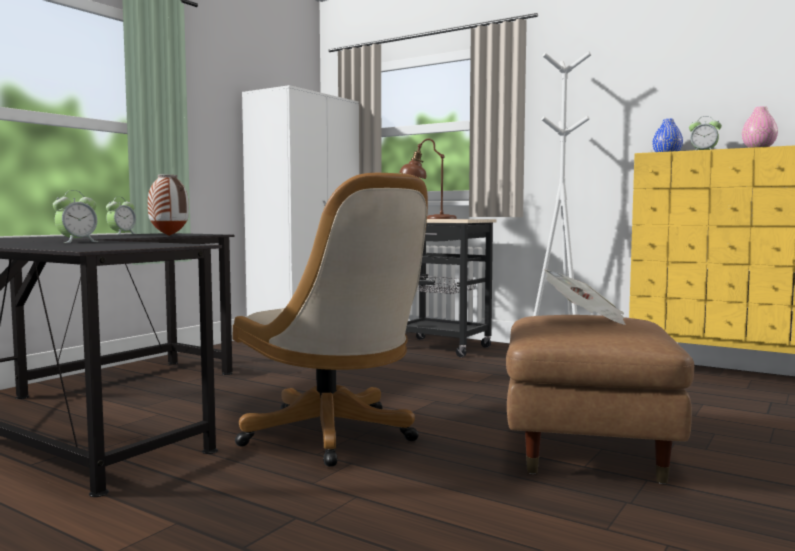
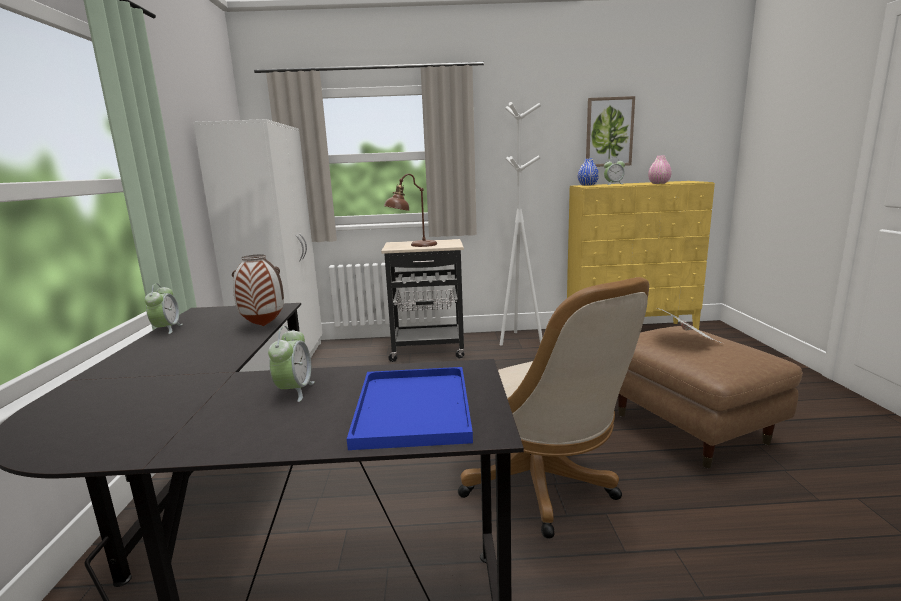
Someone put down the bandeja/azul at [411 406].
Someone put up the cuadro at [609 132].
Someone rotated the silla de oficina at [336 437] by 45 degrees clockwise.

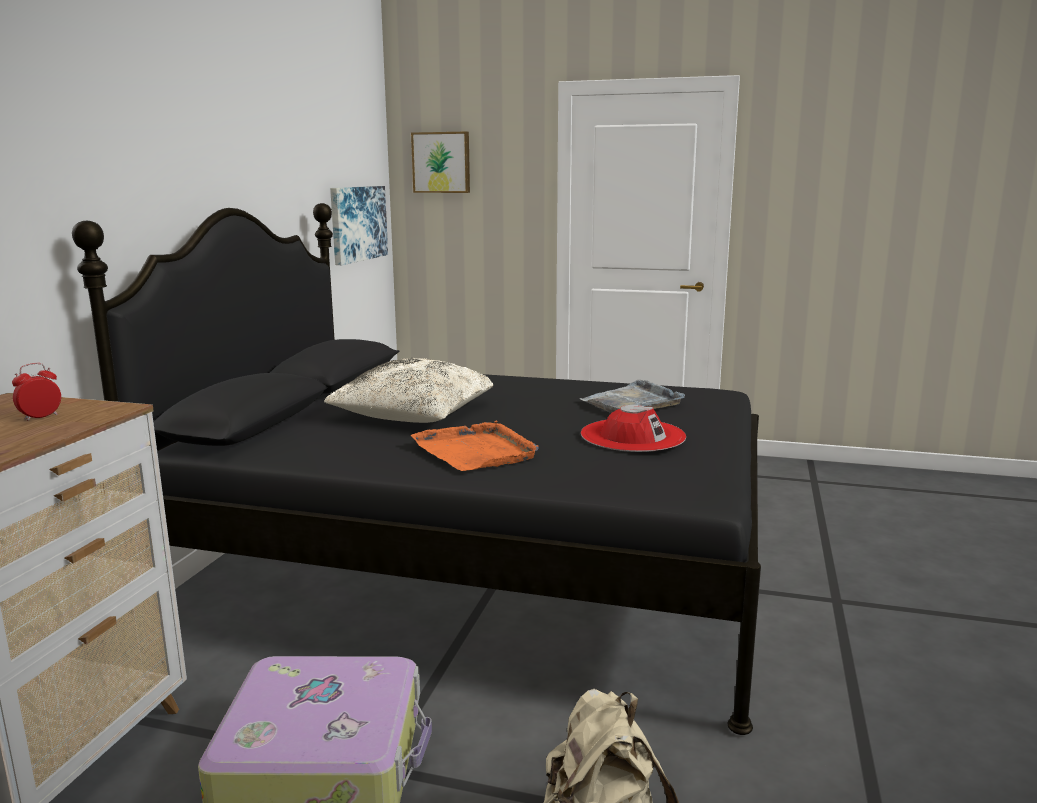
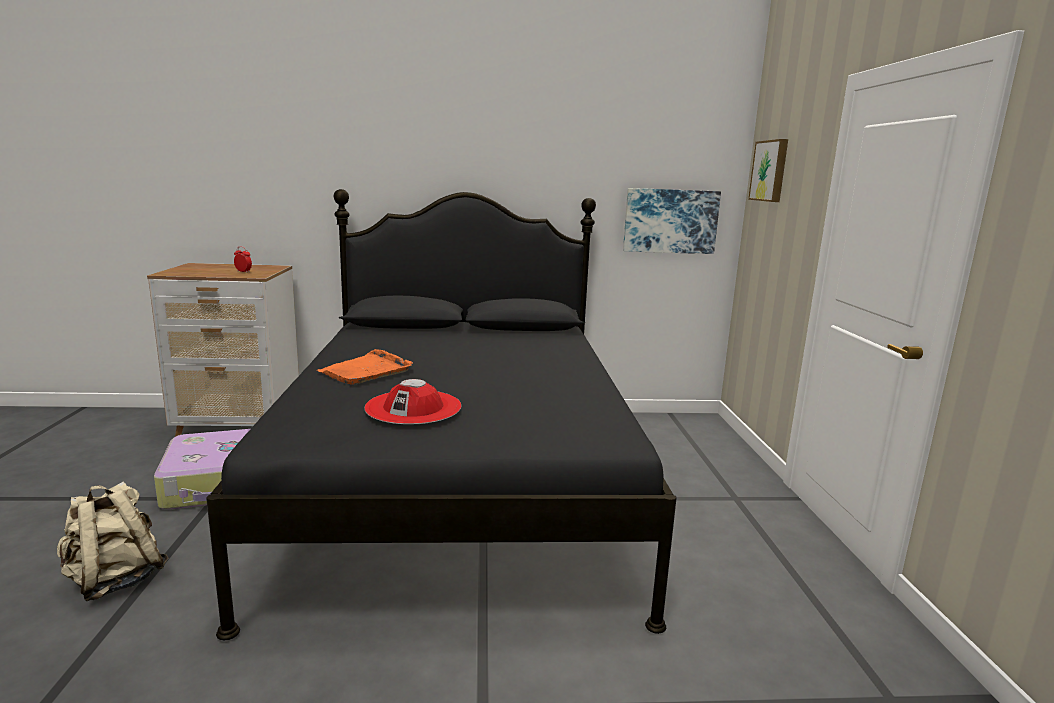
Someone took away the cojín/beis at [414 412].
Someone took away the bandeja/gris at [632 402].

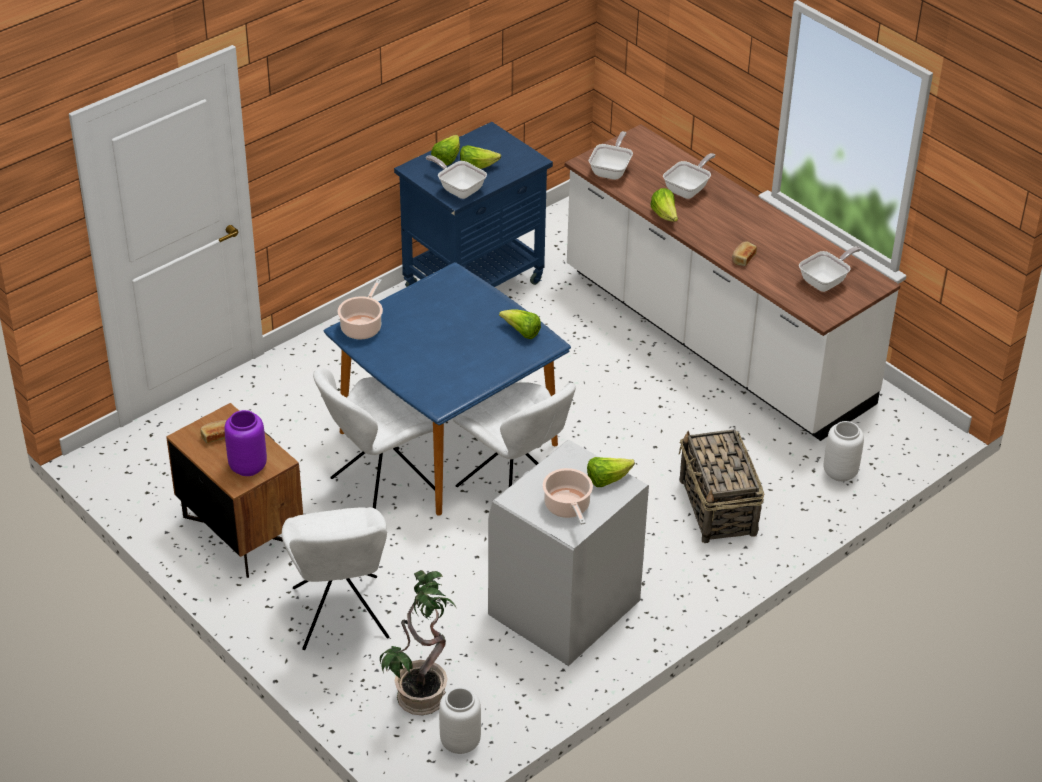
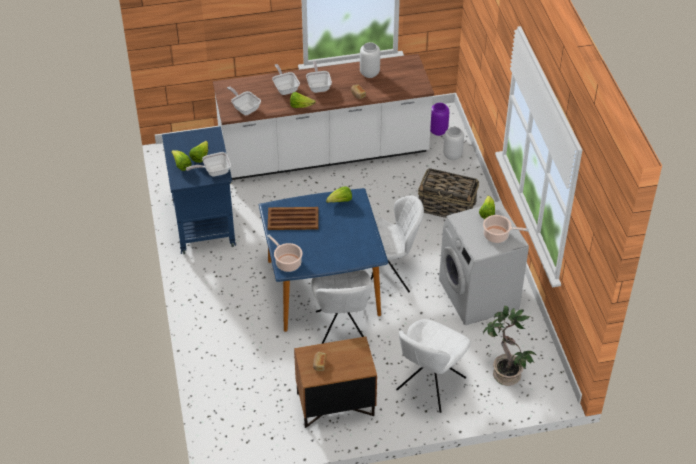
Someone put down the bandeja/marrón at [292 219].
Someone carried the florero/morado from [248 467] to [438 131].
Someone carried the florero/blanco from [459 742] to [369 73].
Someone carried the sartén from [826 281] to [318 86].
Someone rotated the silla/blanco at [340 616] by 105 degrees clockwise.

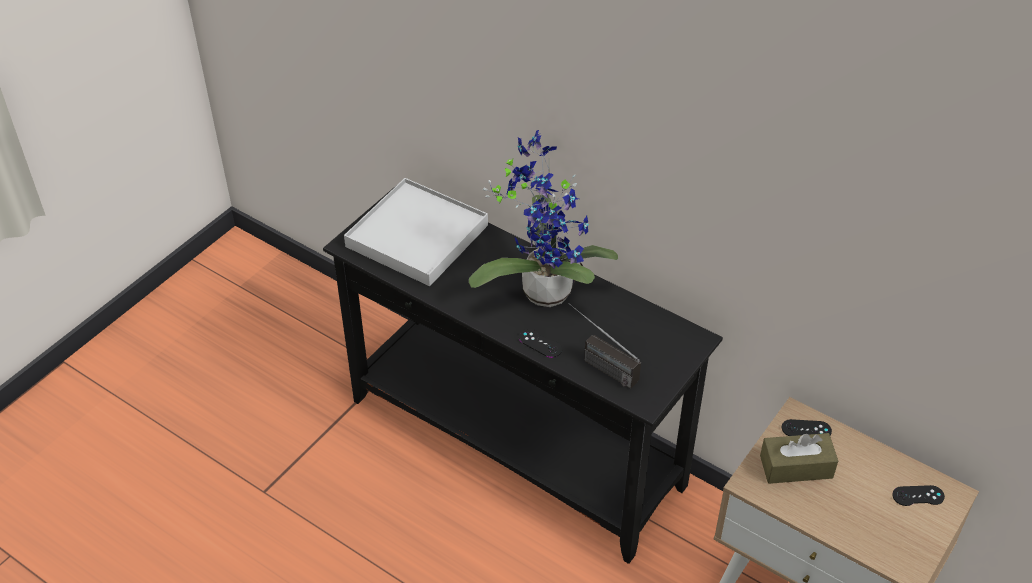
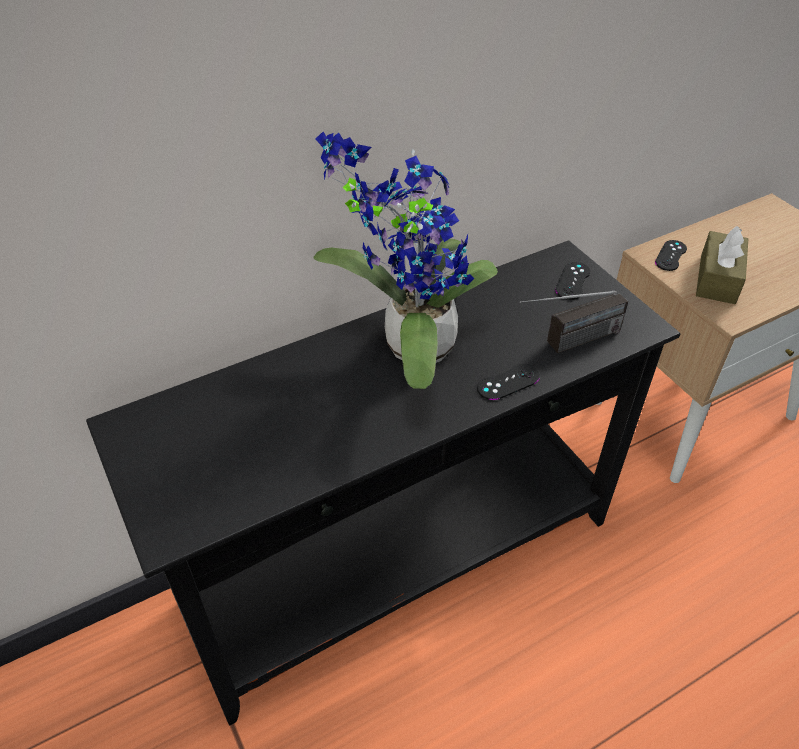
Someone took away the bandeja/blanco at [417 236].
Someone carried the mando de consola/negro from [918 496] to [573 281].

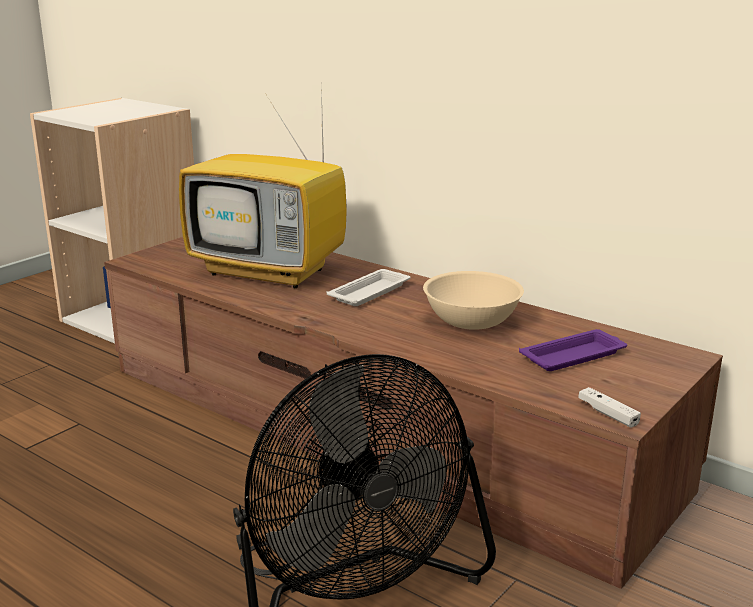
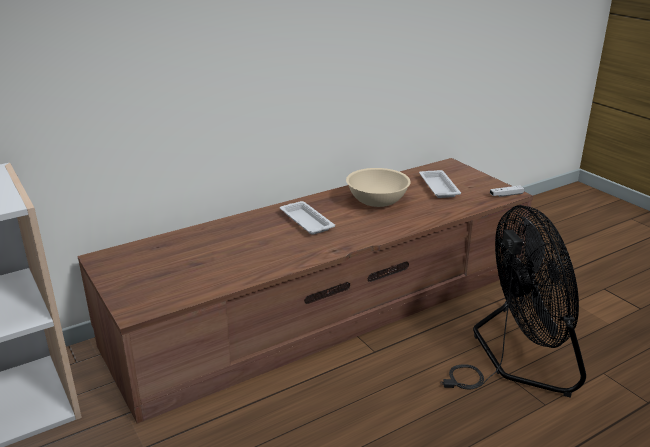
Someone took away the televisor at [271 271].
Someone repainted the bandeja/morado at [574 356], which became the bandeja/blanco at [438 187].

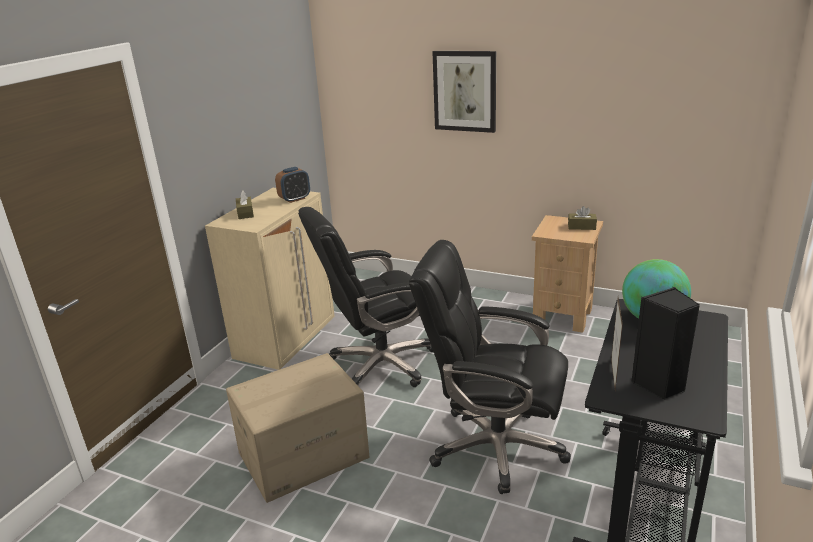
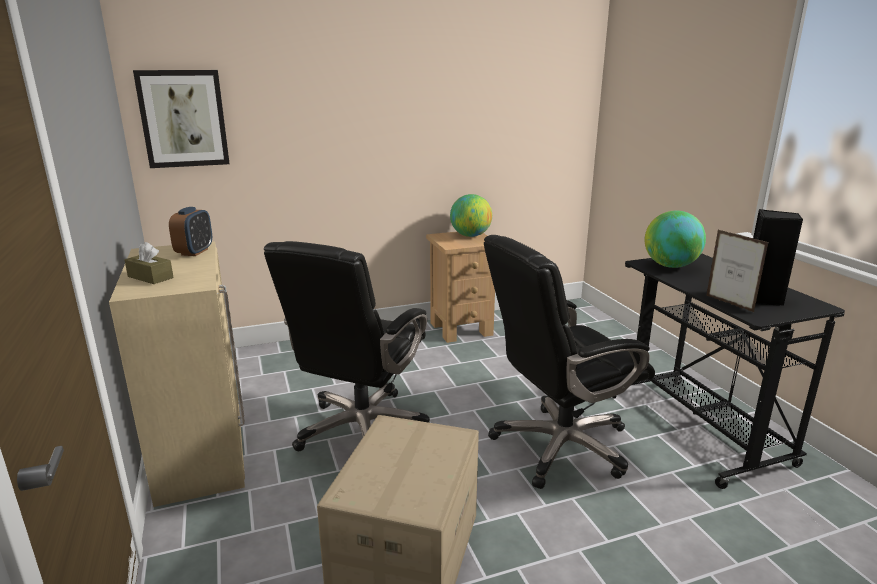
Someone carried the cuadro from [465 91] to [183 119].
Someone swapped the caja de pañuelos/marrón at [581 227] for the globo terráqueo at [470 235].

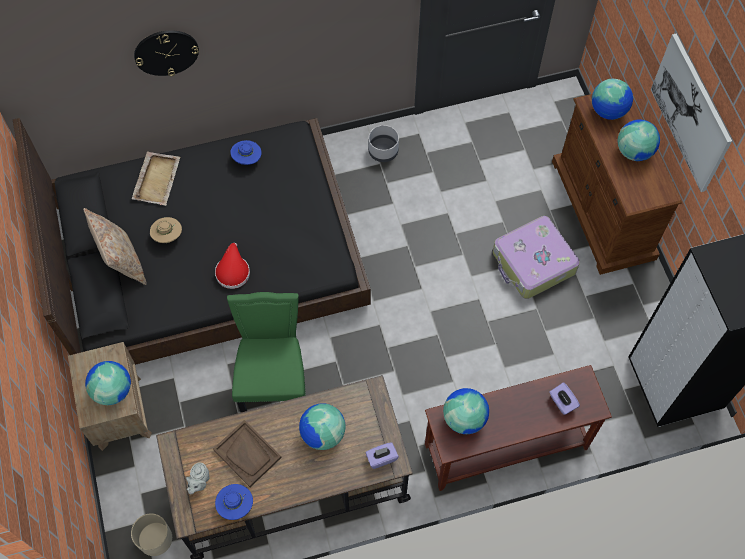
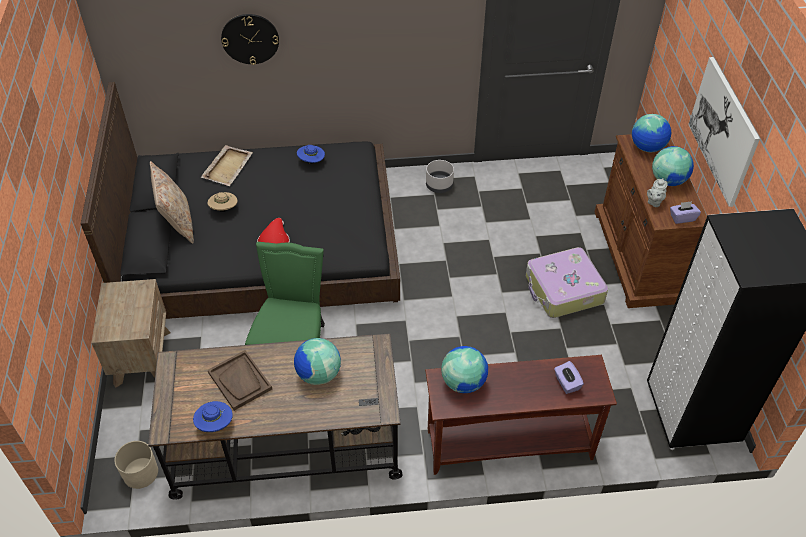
Someone took away the globo terráqueo at [112 390].
Someone carried the tetera/gris from [199 482] to [654 202].
Someone carried the caja de pañuelos/morado from [381 458] to [682 218].

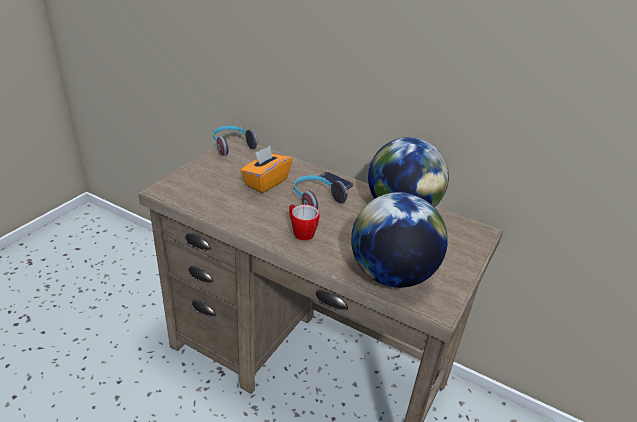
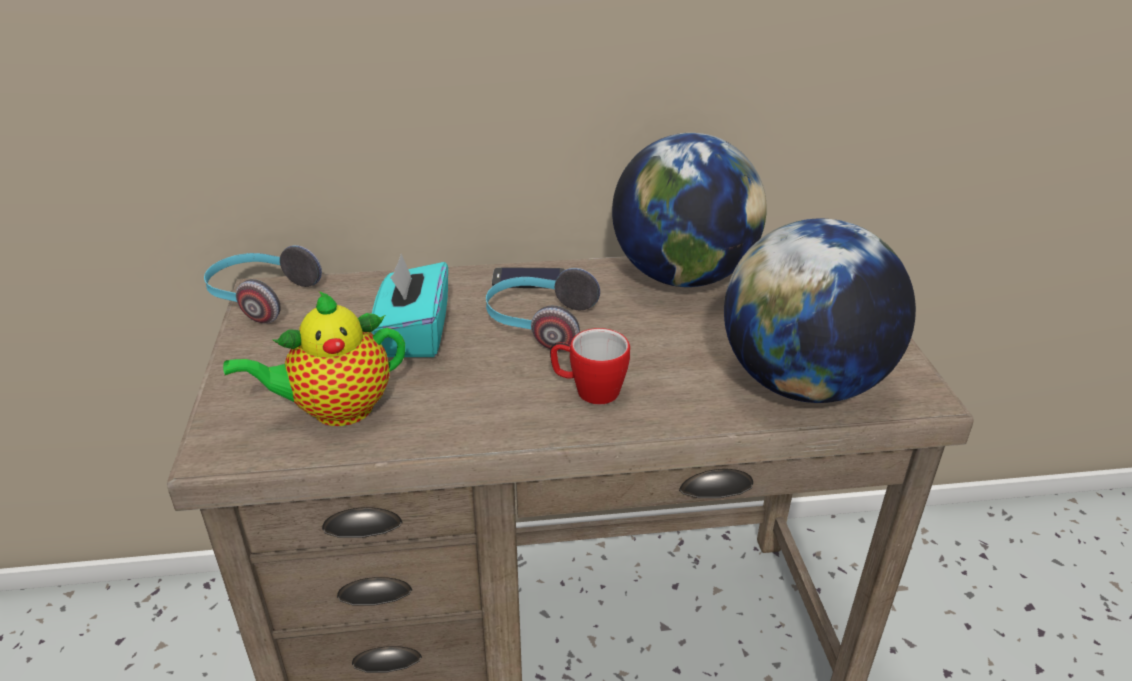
Someone put down the tetera at [335 409].
Someone repainted the caja de pañuelos/naranja at [266 182], which became the caja de pañuelos/turquesa at [414 334].

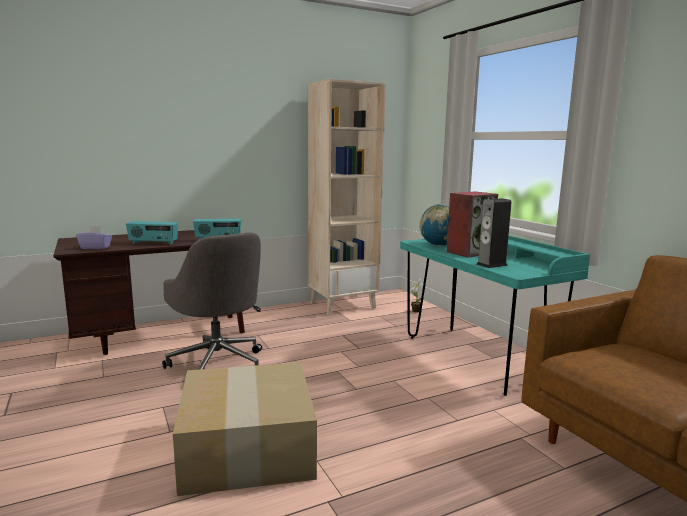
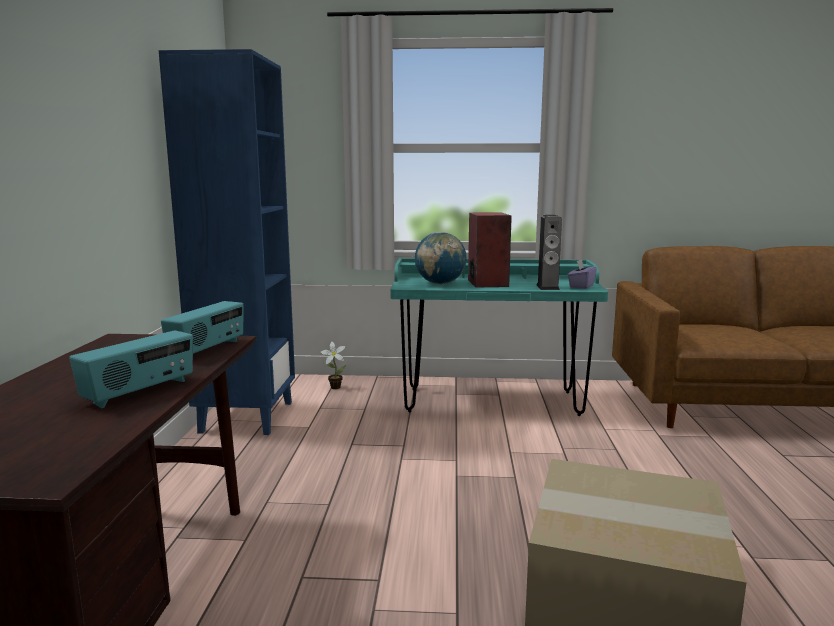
Someone took away the silla de oficina/gris at [218 365].
Someone carried the caja de pañuelos/morado from [95 248] to [581 286].
Someone repainted the estantería/beis at [343 305], which became the estantería/azul at [246 416].

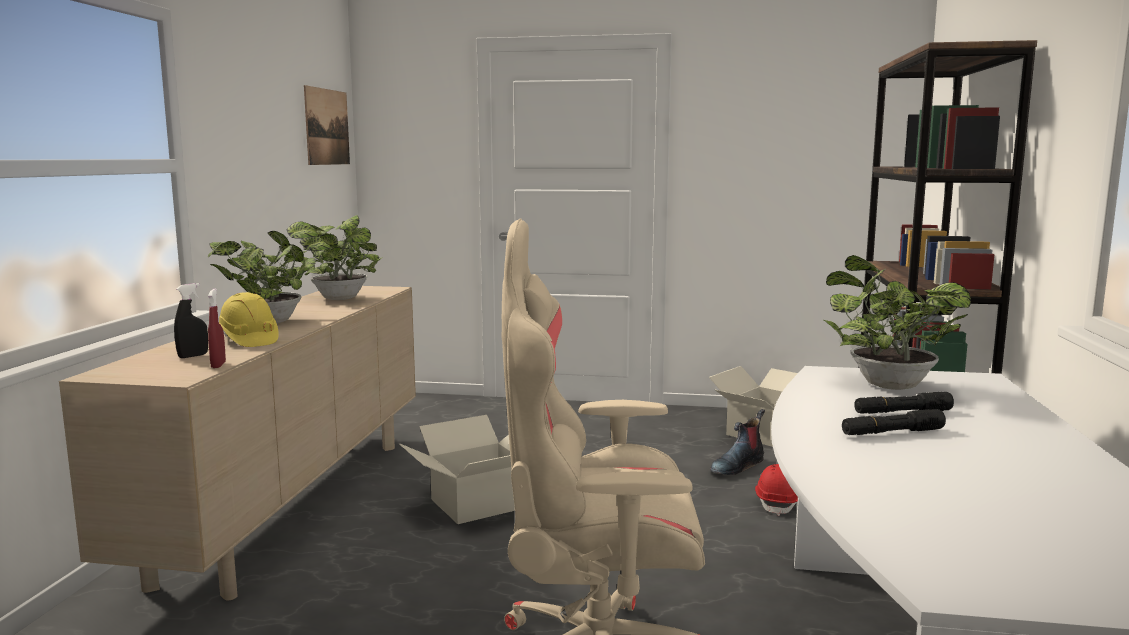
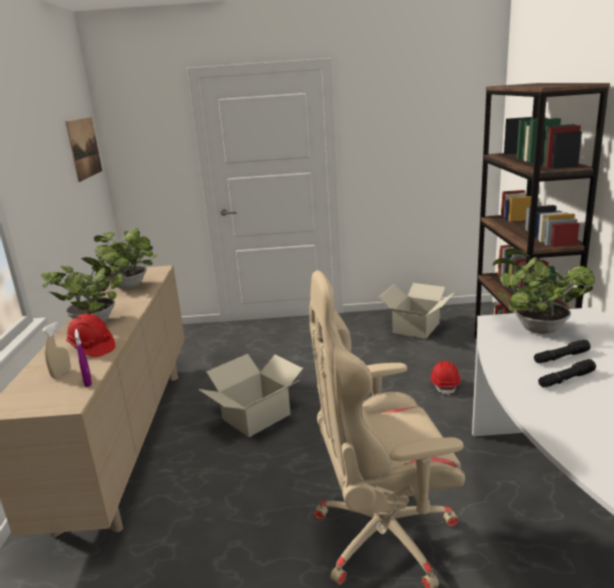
Someone took away the bota at [737 466].
Someone repainted the pulverizador/negro at [193 356], which became the pulverizador/beis at [61 374].
Someone repainted the pulverizador/rojo at [218 365], which became the pulverizador/morado at [88 382].
Someone repainted the casco/amarillo at [248 340], which became the casco/rojo at [92 348].

